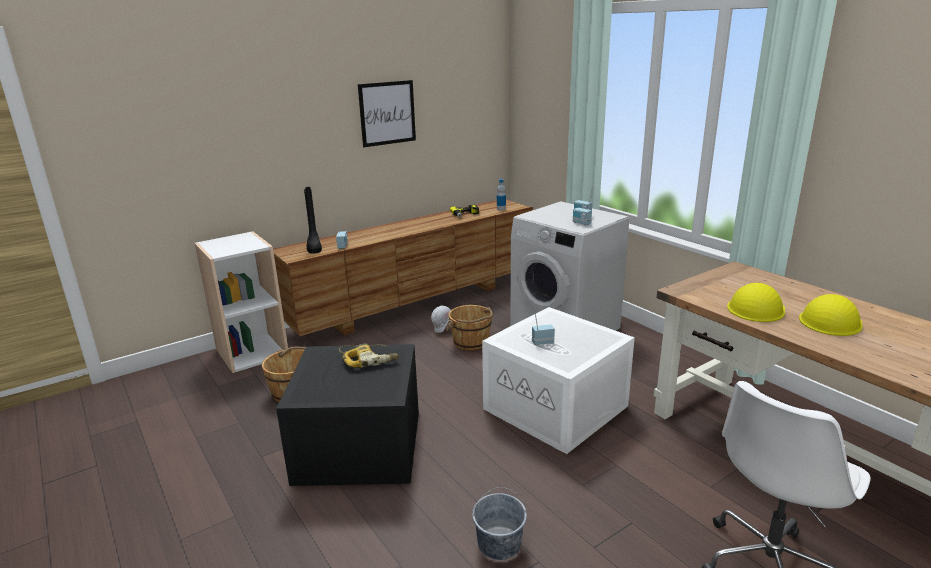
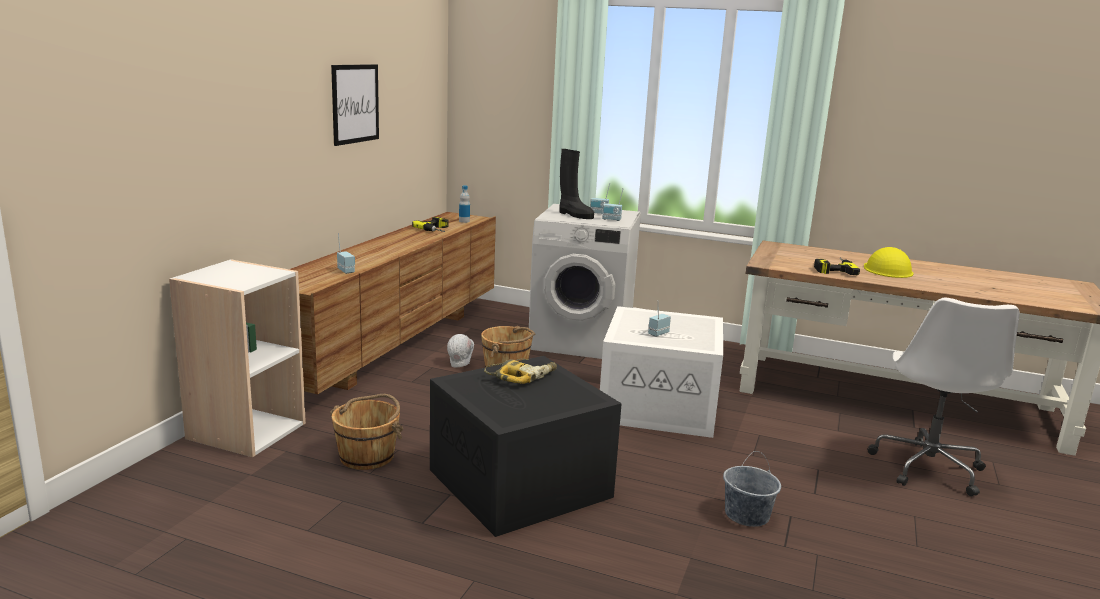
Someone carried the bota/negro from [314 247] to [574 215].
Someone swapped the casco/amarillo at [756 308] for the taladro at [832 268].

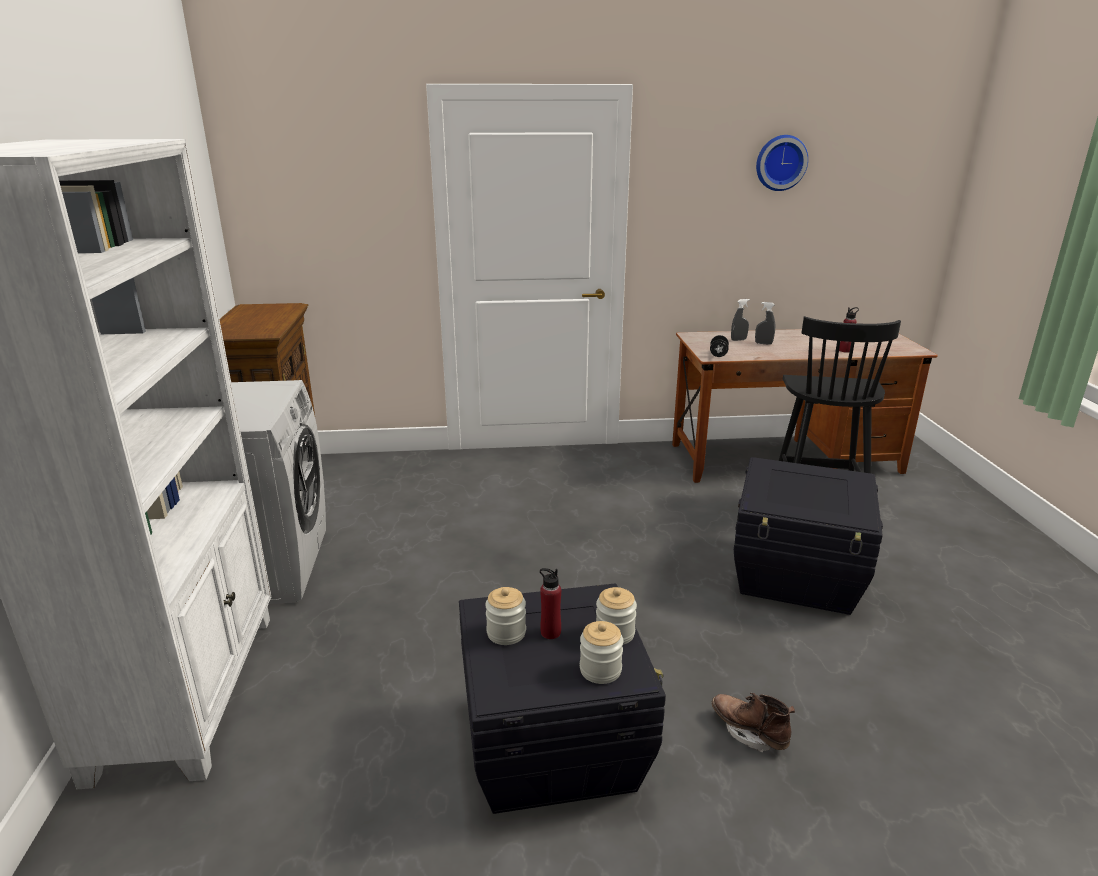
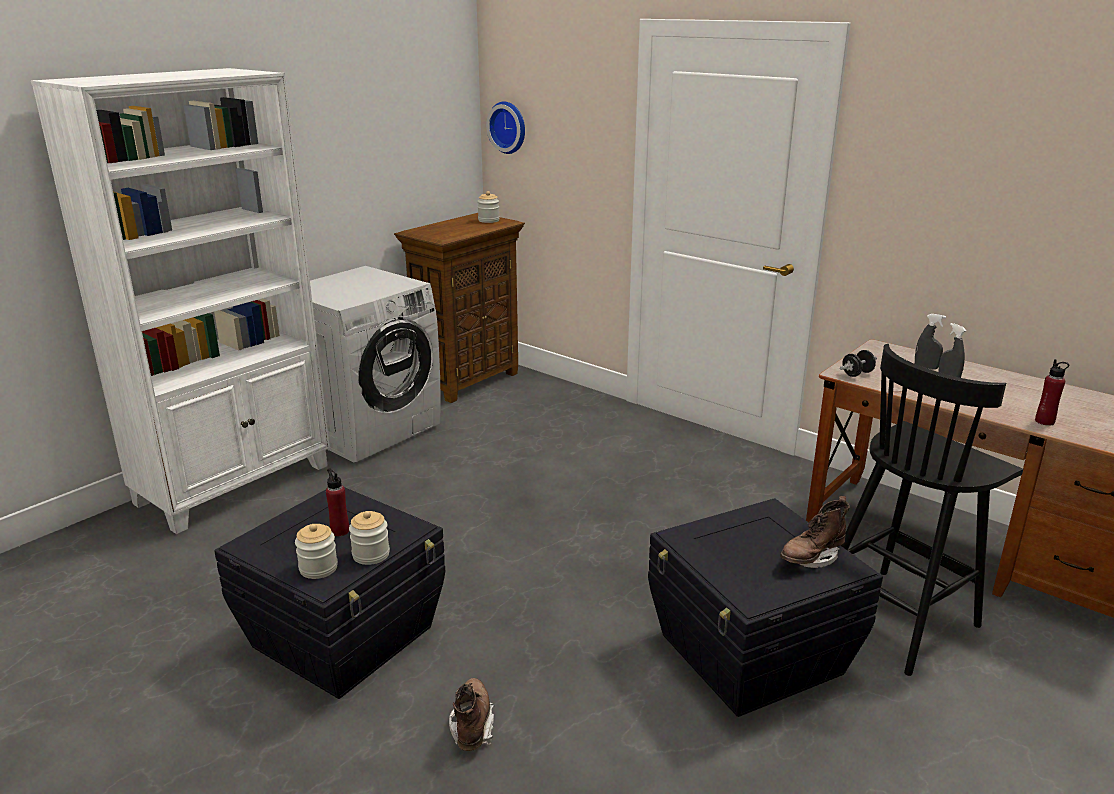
Someone put down the bota/marrón at [811 557].
Someone carried the tarro from [506 633] to [488 220].
Someone carried the reloj de pared from [780 162] to [509 127].

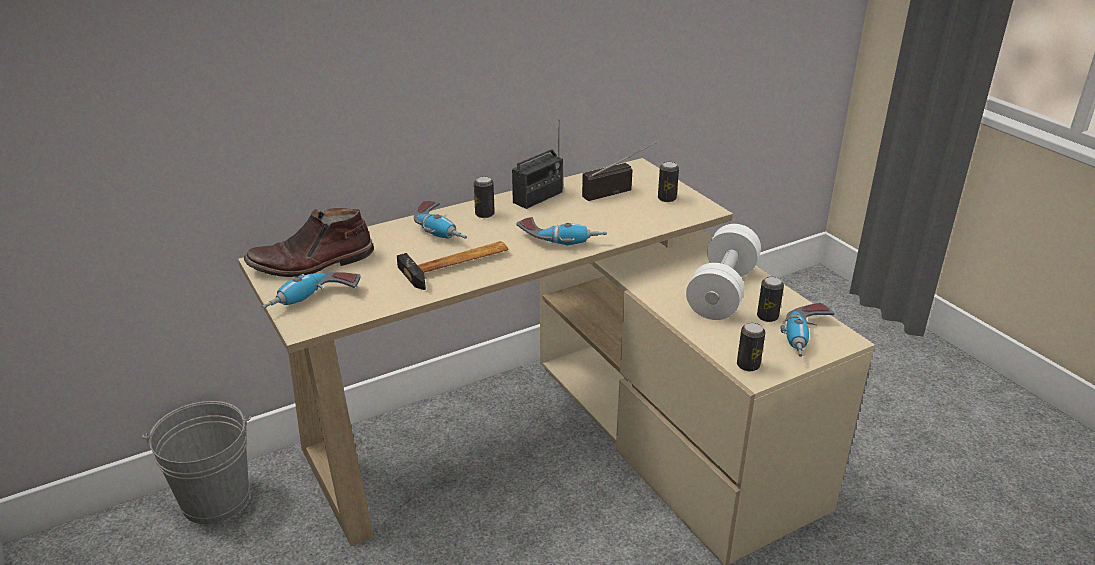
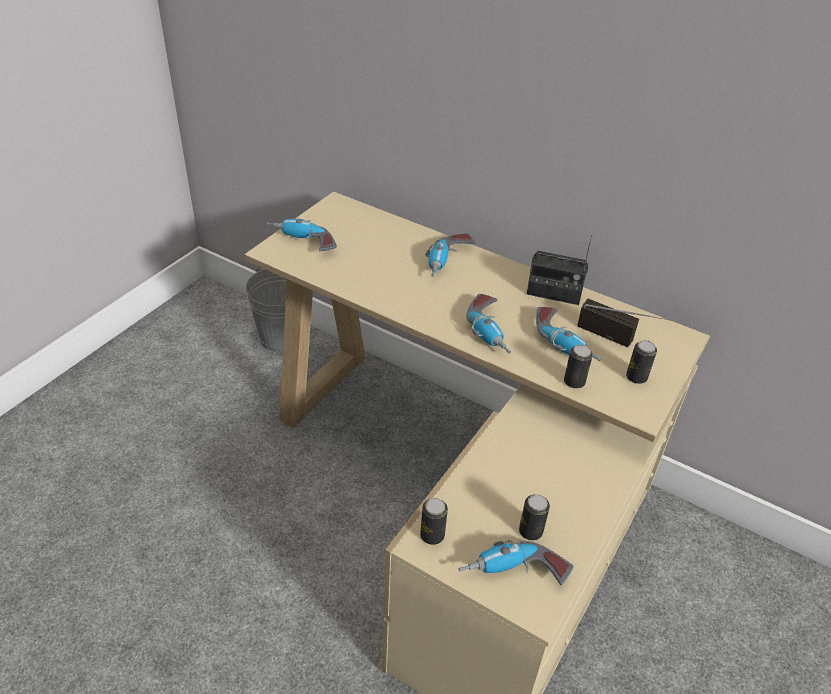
Someone took away the bota/marrón at [312 263].
Someone took away the martillo at [458 266].
Someone took away the mancuerna/blanco at [722 292].
Someone put down the taladro at [565 342].
Someone carried the lata from [484 214] to [574 382].

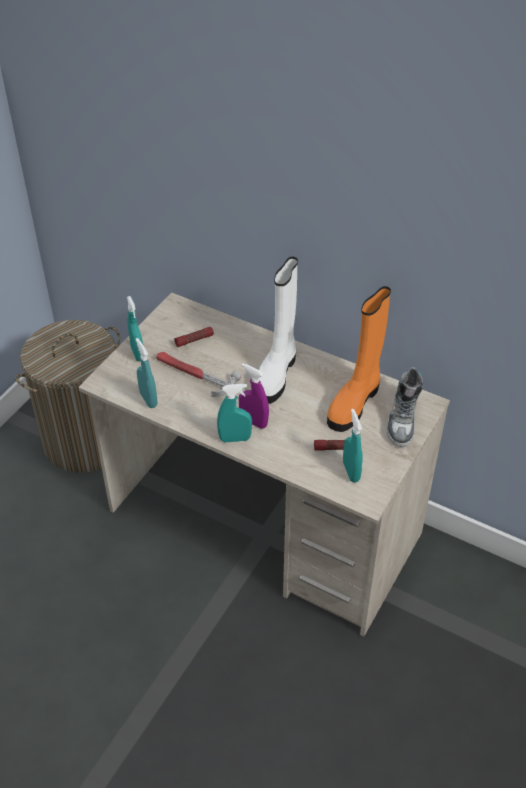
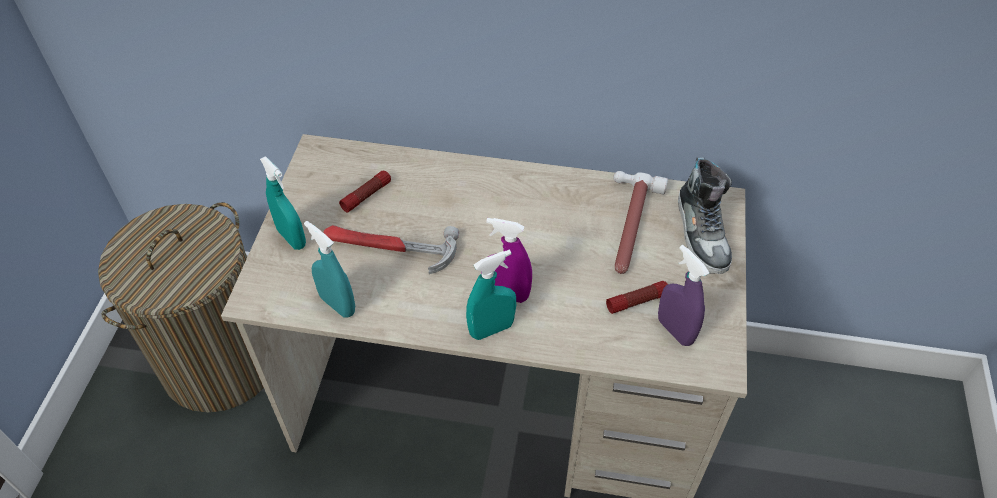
Someone took away the bota/blanco at [276 374].
Someone swapped the bota/naranja at [355 403] for the martillo at [628 227].
Someone repainted the pulverizador/turquesa at [351 472], which became the pulverizador/morado at [675 330].

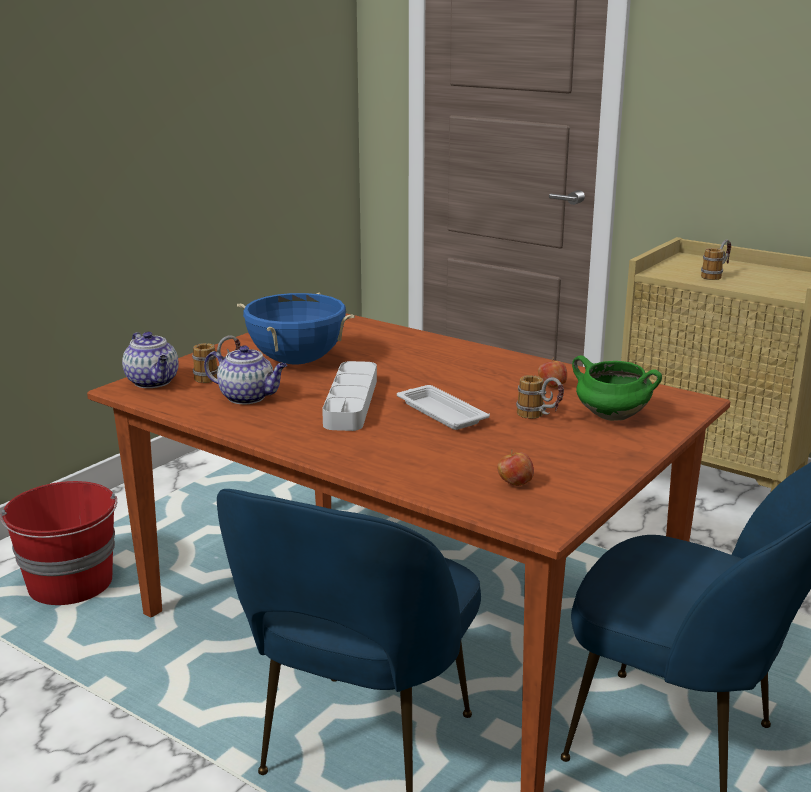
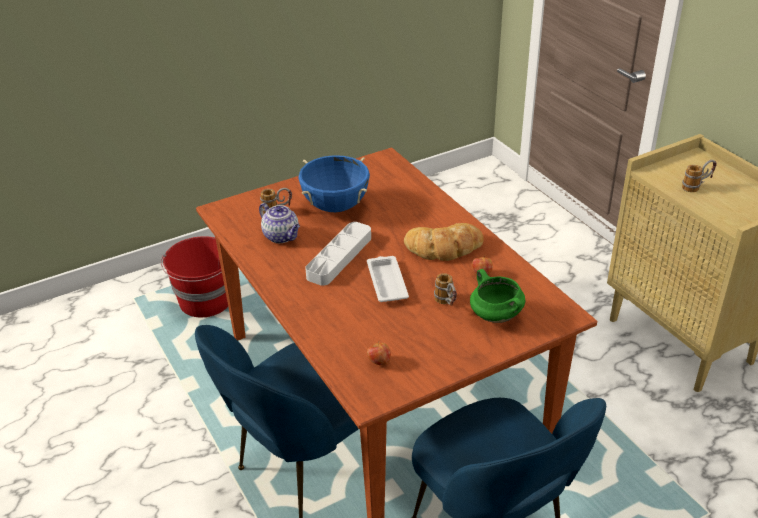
Someone took away the tetera at [153 382].
Someone put down the pan at [444 247].

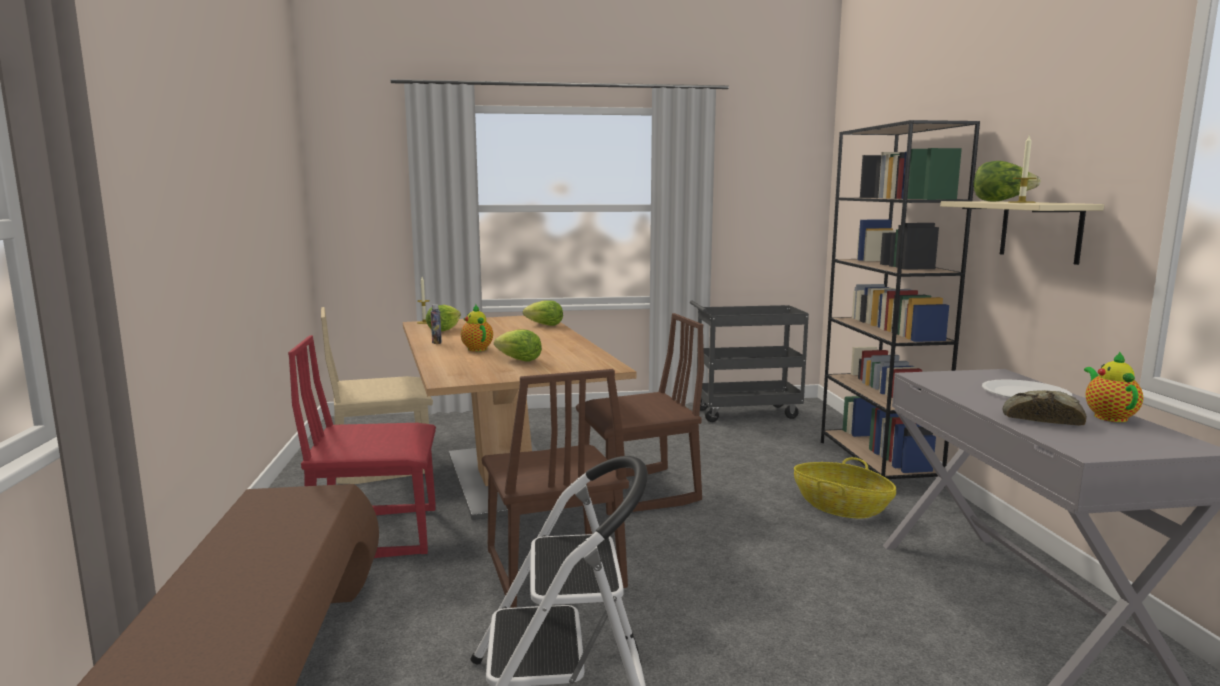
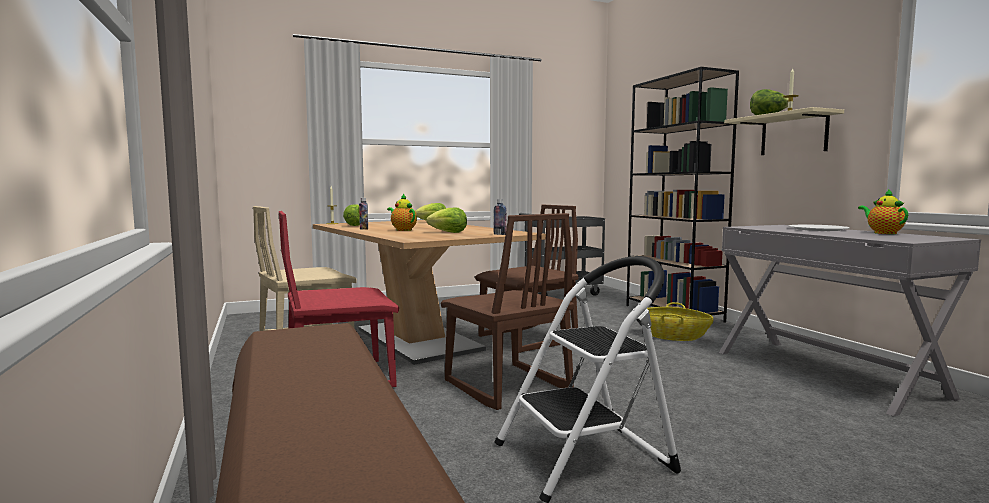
Someone took away the pan at [1041 418].
Someone put down the botella at [500 234].

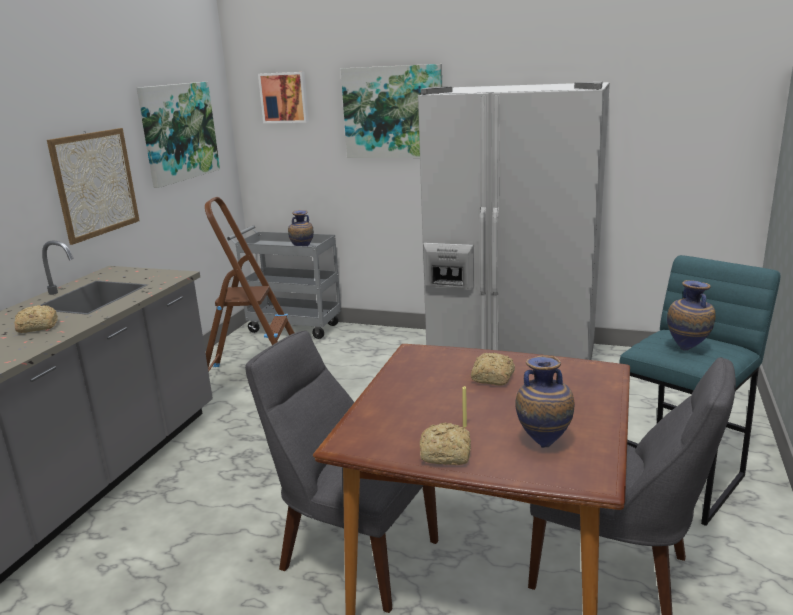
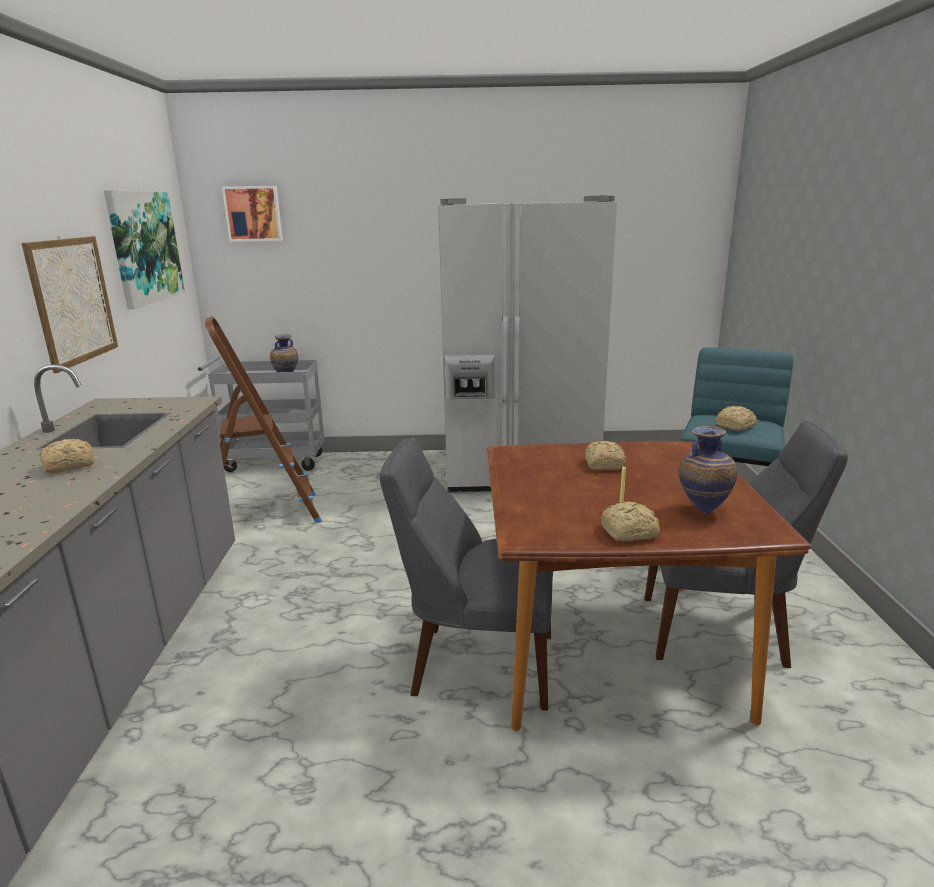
Someone took away the cuadro at [393 112].
Someone swapped the florero at [688 349] for the pan at [736 426].

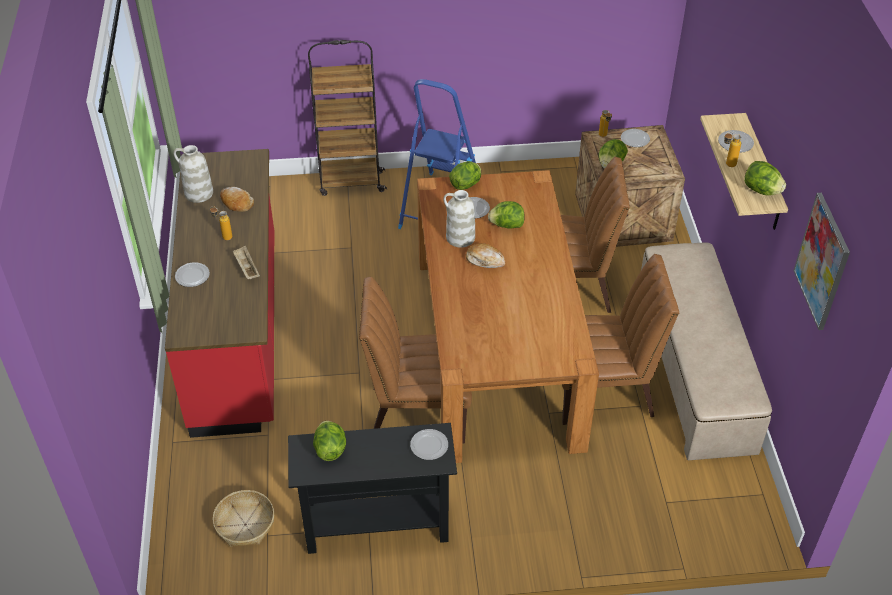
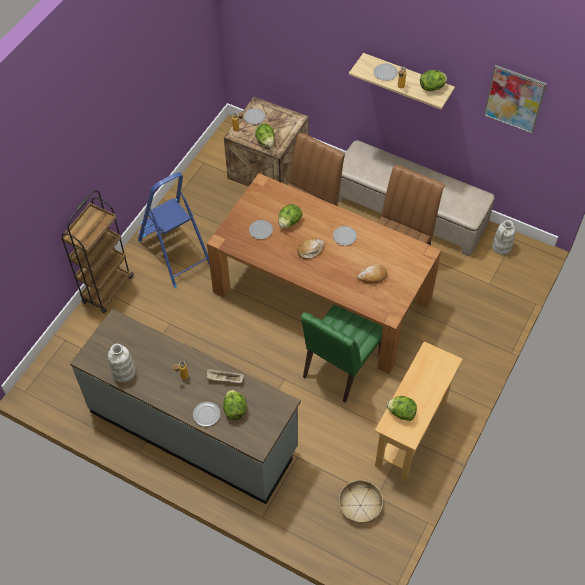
Someone carried the pan from [236 203] to [372 276].
Someone carried the plato from [428 445] to [344 236].
Someone carried the florero/blanco from [460 238] to [501 247].
Someone carried the lechuga from [466 184] to [235 409].
Someone repainted the mueble bajo de cocina/rojo at [238 332], which became the mueble bajo de cocina/gris at [193 430].
Someone repainted the mesa consola/negro at [377 527], which became the mesa consola/beis at [411 434].
Someone repainted the silla/marrón at [419 414], which became the silla/verde at [342 365].

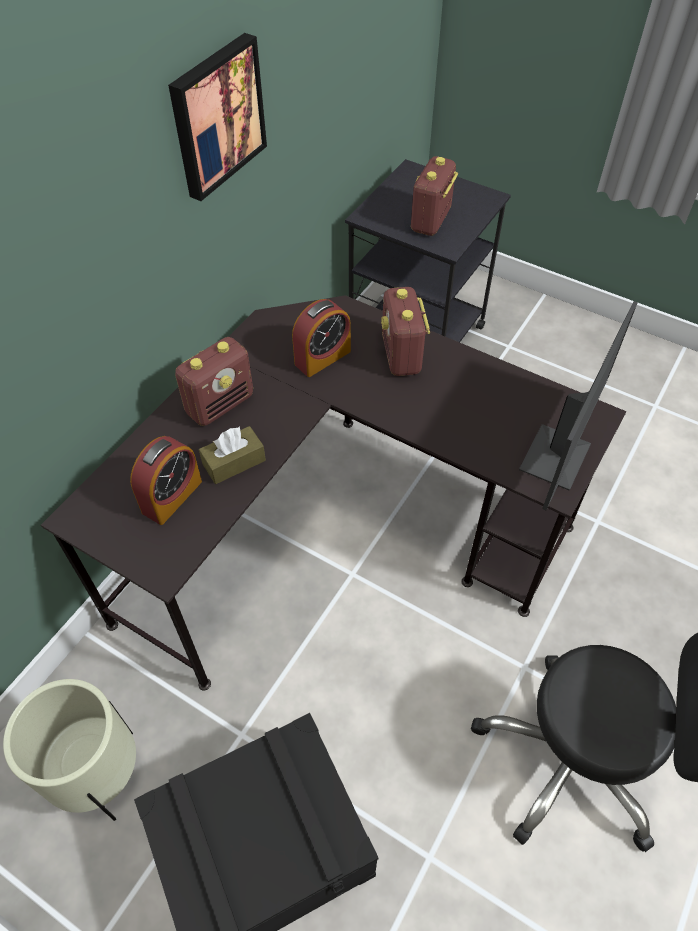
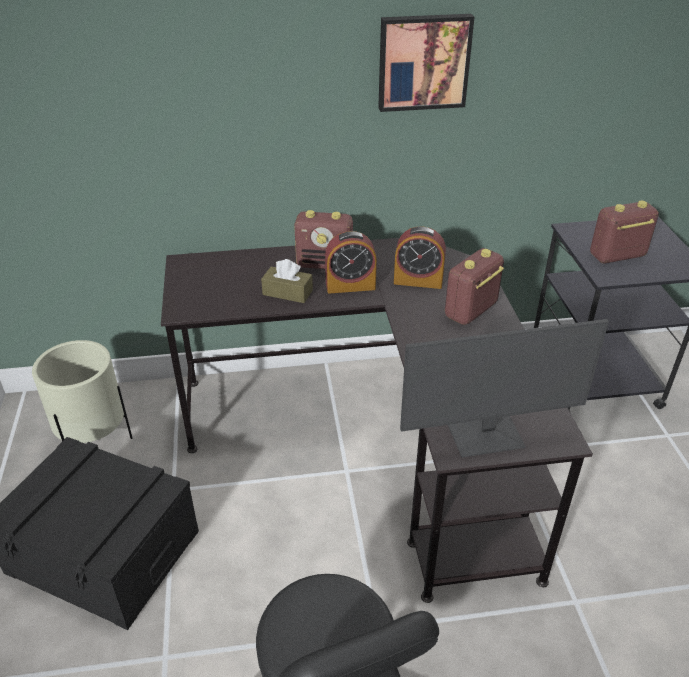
Someone carried the despertador from [172 496] to [350 285].

